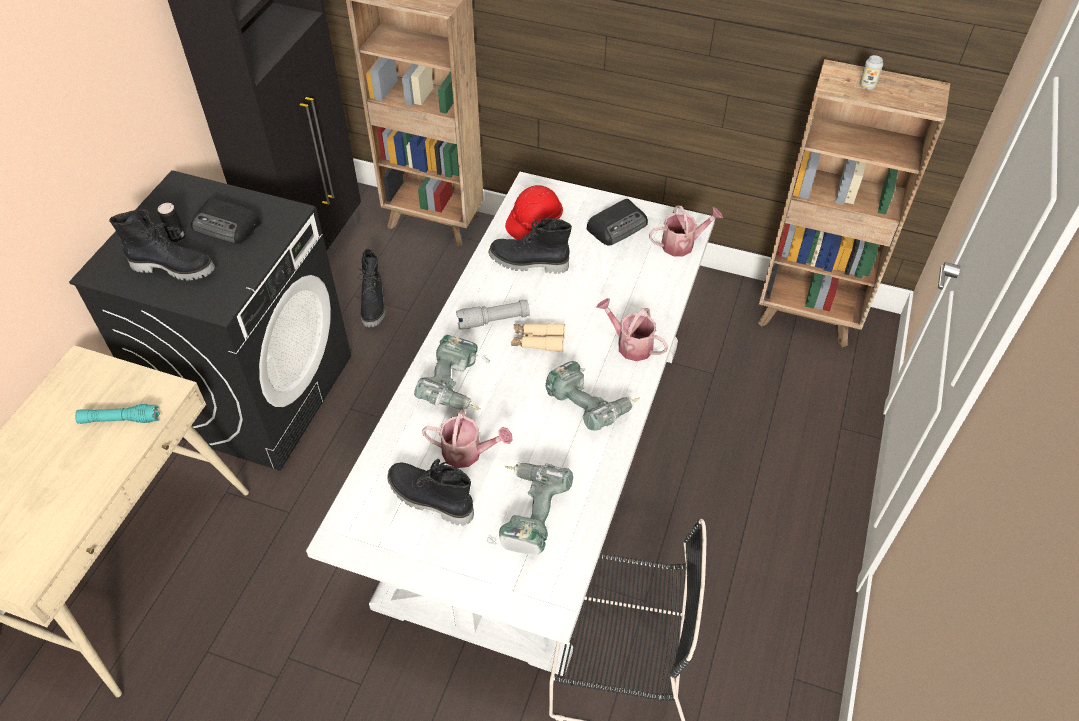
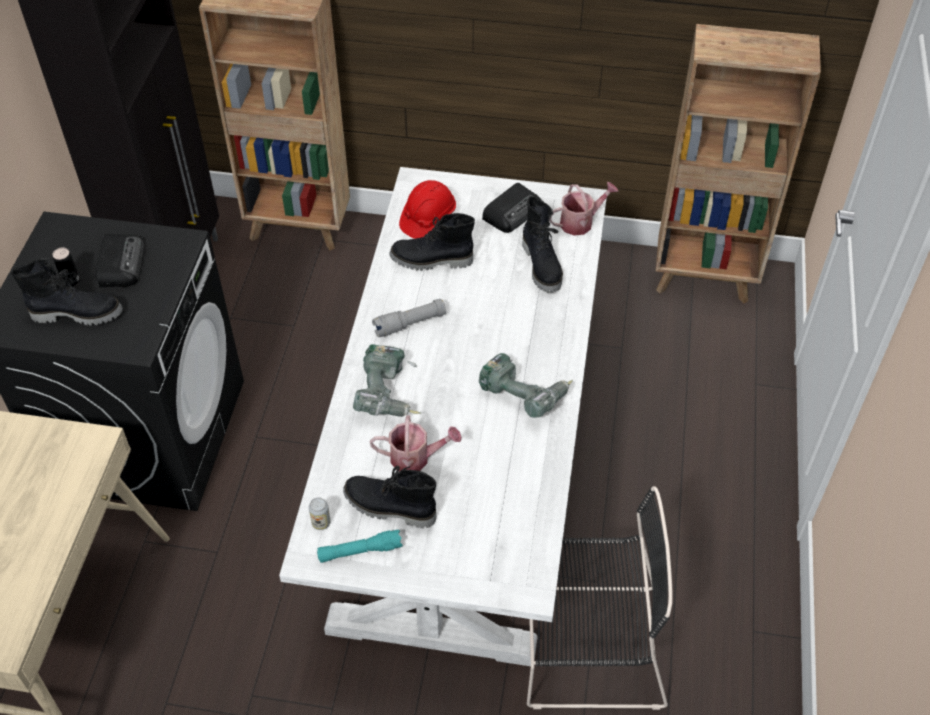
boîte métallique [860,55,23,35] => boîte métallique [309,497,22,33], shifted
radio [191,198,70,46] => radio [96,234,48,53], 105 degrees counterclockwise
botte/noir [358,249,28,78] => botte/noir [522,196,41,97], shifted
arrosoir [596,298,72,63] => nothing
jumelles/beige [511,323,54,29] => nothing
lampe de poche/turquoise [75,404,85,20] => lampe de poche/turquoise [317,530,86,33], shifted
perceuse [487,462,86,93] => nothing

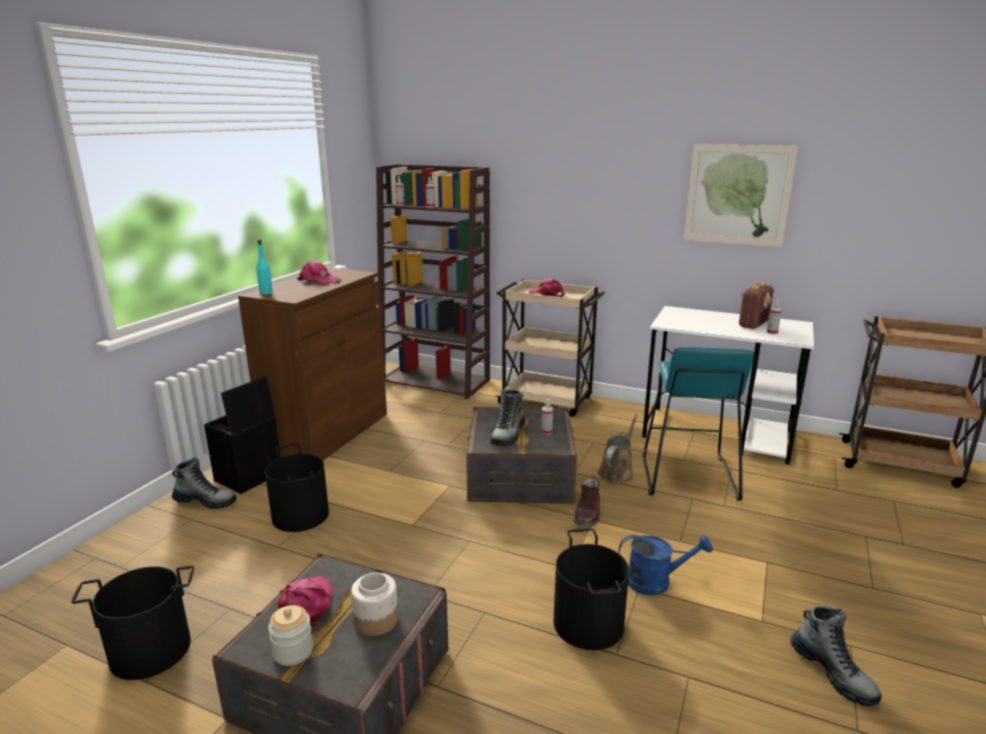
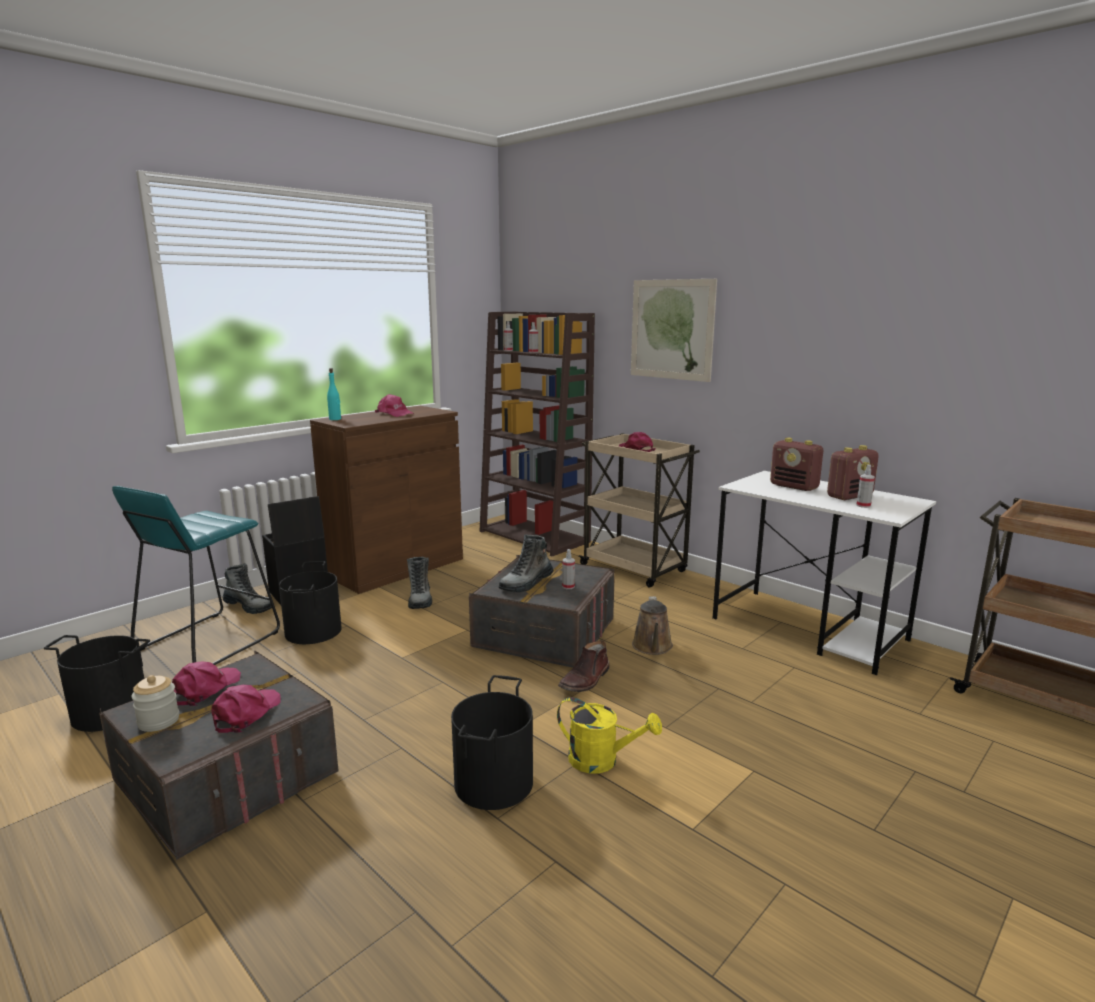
tableau [684,144,114,103] => tableau [631,279,86,103], shifted
tabouret/turquoise [643,347,111,154] => tabouret/turquoise [112,486,168,179], shifted
arrosoir/marron [598,414,40,69] => arrosoir/marron [632,596,41,59], 135 degrees clockwise
arrosoir/bleu [619,535,94,60] => arrosoir/jaune [557,697,105,76]
bocal [351,572,47,64] => casquette/rose [212,685,69,48]
botte [791,605,91,101] => botte [407,557,25,52], shifted
nothing => radio [770,438,53,53]

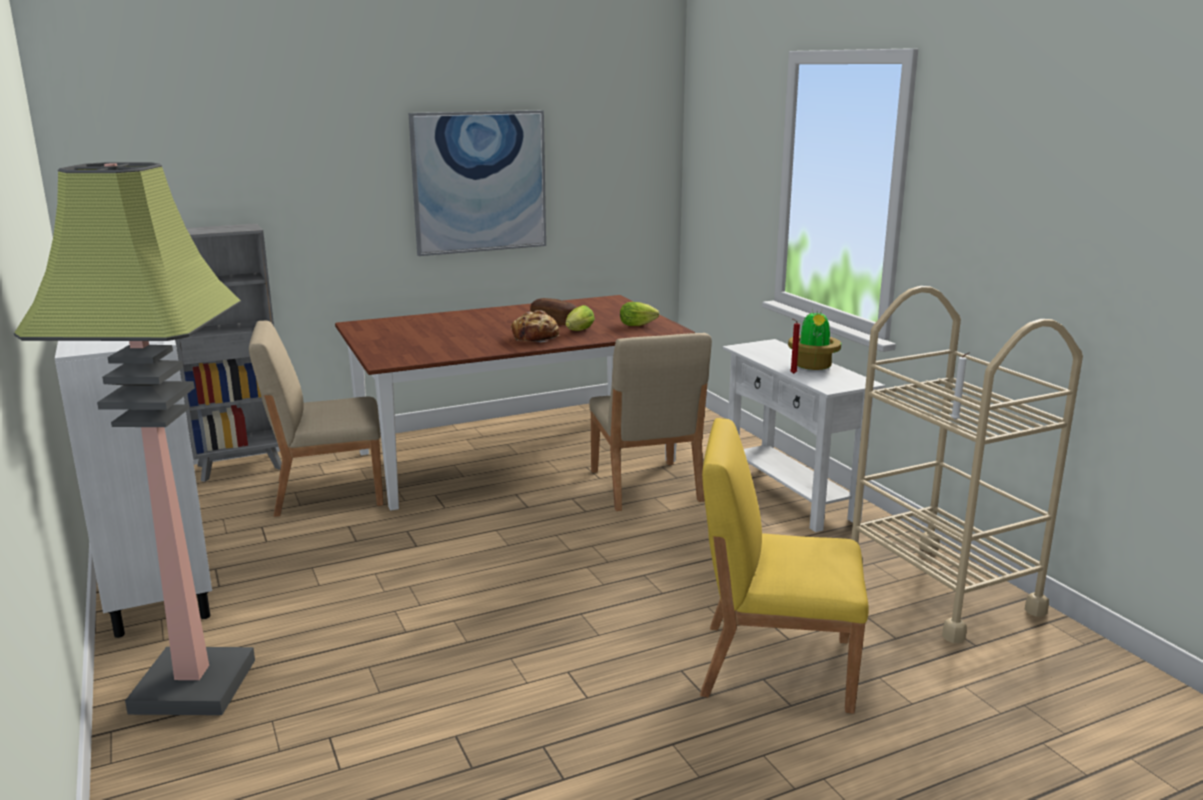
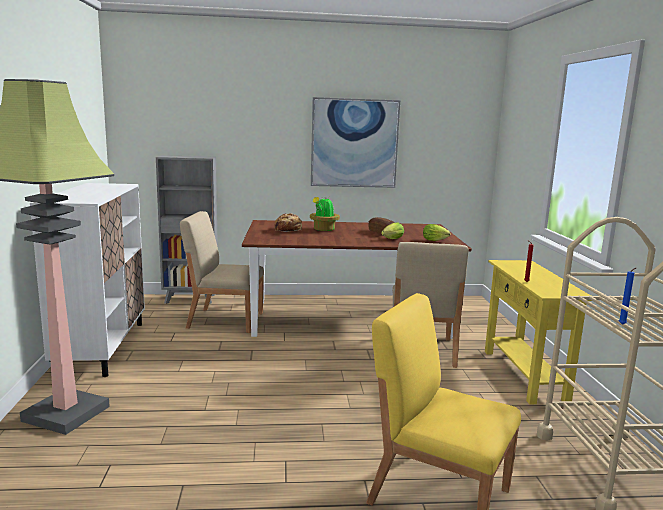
plante en pot [788,309,53,61] => plante en pot [310,196,30,35], shifted
pain [511,310,49,33] => pain [275,213,27,19], shifted
table console/blanc [722,339,163,193] => table console/jaune [485,260,107,144]
bougie/blanc [951,353,18,67] => bougie/bleu [619,268,17,57]

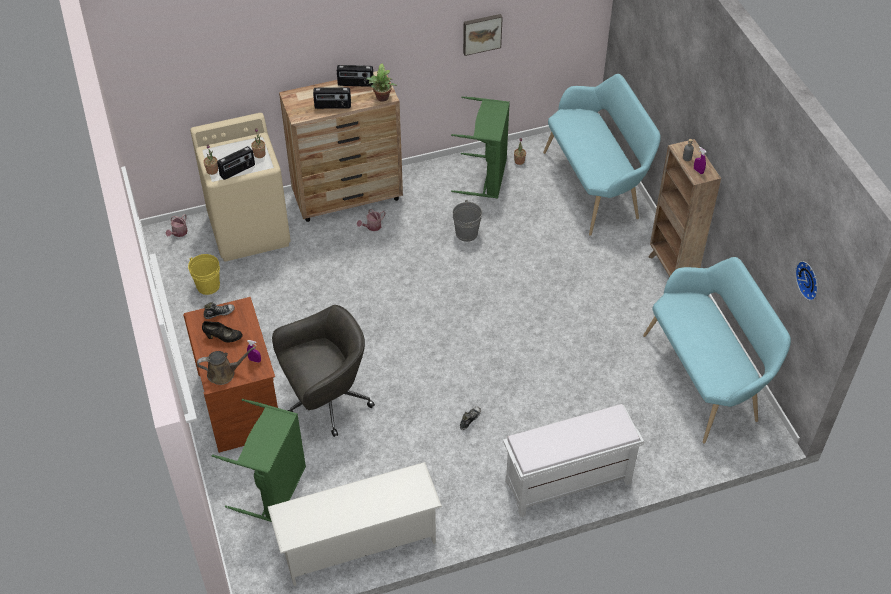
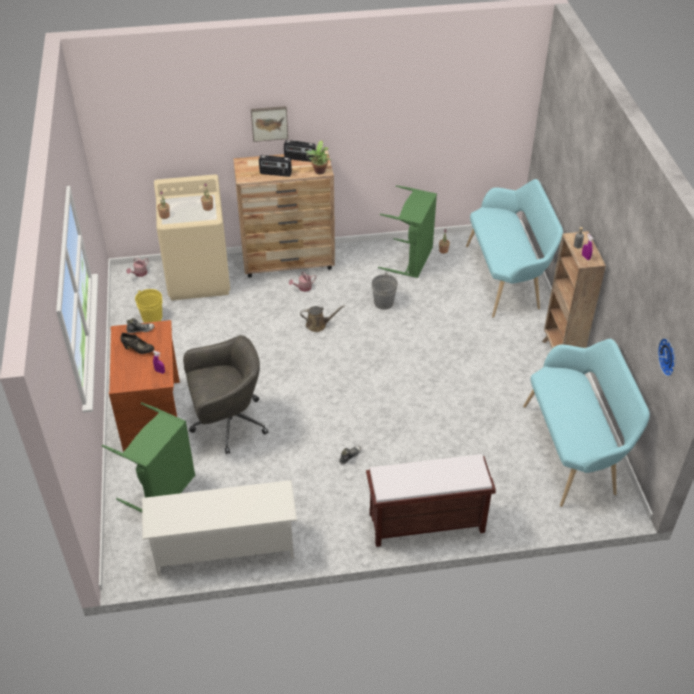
tableau [463,14,40,42] => tableau [251,106,37,36], shifted
radio [217,146,38,34] => nothing
arrosoir/marron [197,347,59,38] => arrosoir/marron [300,306,45,26], shifted
banc/blanc [503,404,141,113] => banc/marron [366,454,130,93]

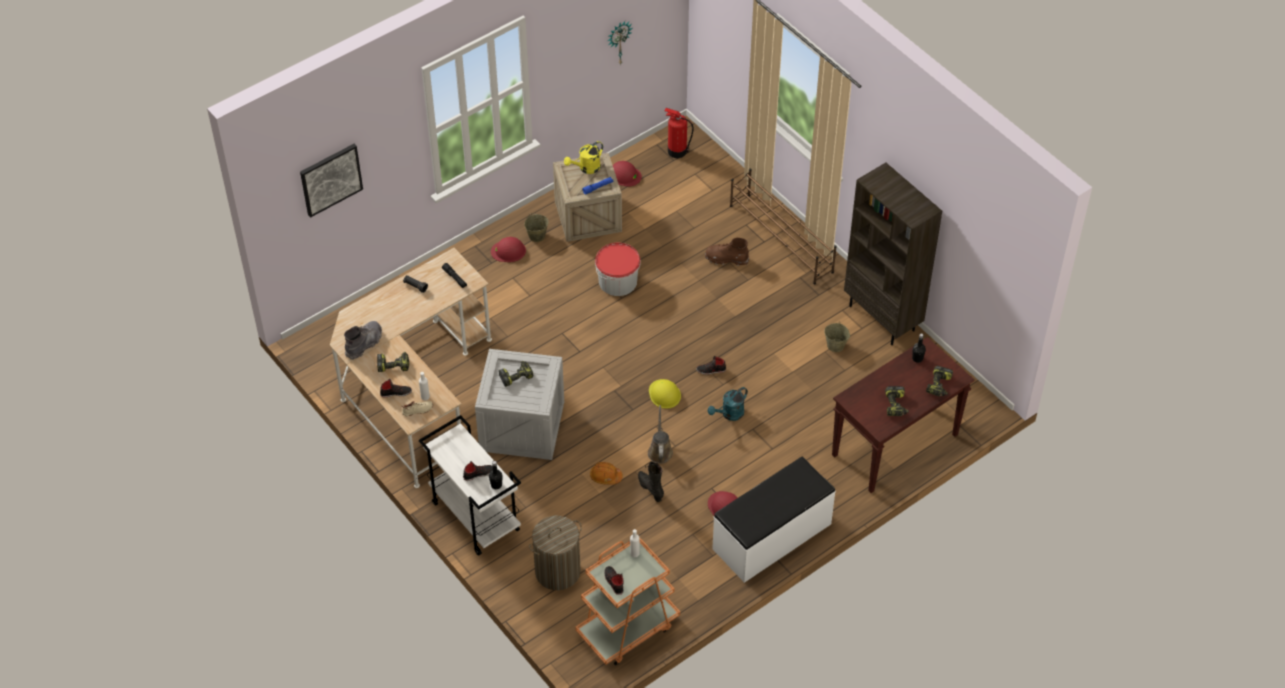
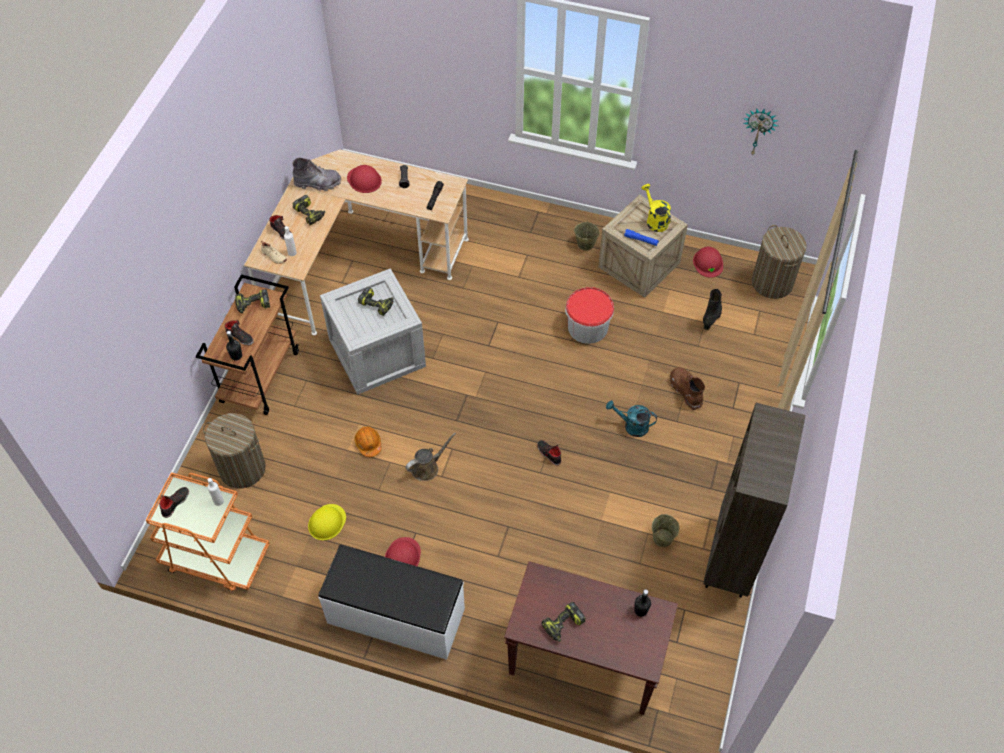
extincteur [664,108,30,50] => panier à linge [752,225,55,74]
arrosoir/jaune [564,141,39,33] => arrosoir/jaune [642,184,29,48], 45 degrees clockwise
tableau [300,144,63,74] => nothing
étagère à chaussures/marron [730,168,107,117] => nothing
casque de chantier/rouge [491,237,35,25] => casque de chantier/rouge [347,165,35,28], shifted
perceuse [926,366,27,31] => perceuse [235,289,35,24], shifted
casque de chantier/jaune [649,379,32,30] => casque de chantier/jaune [308,504,38,36], shifted
arrosoir/turquoise [708,387,40,34] => arrosoir/turquoise [606,400,51,37], shifted
chariot/blanc [419,415,102,141] => chariot/marron [196,274,103,141]
botte/noir [638,462,26,40] => botte/noir [703,289,19,41], shifted

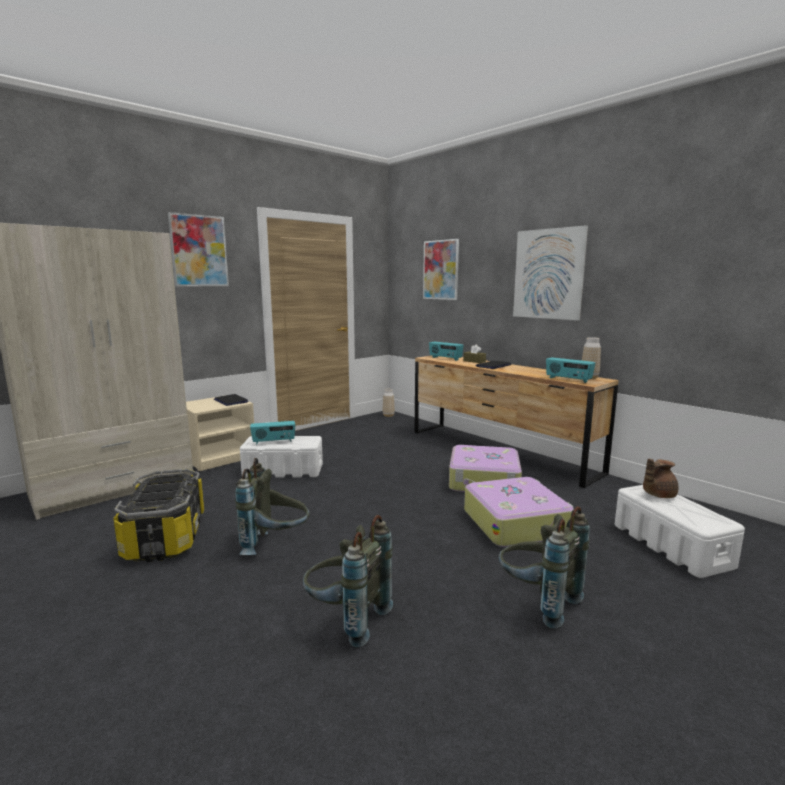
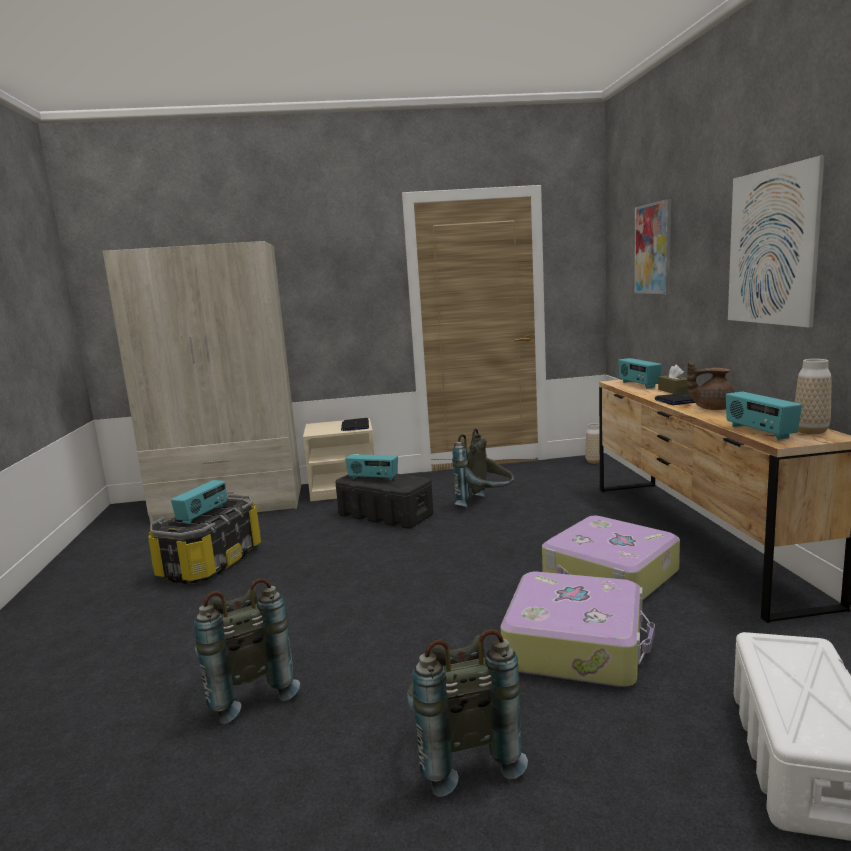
tableau [168,212,61,75] => nothing
boîte de rangement/blanc [240,436,83,42] => boîte de rangement/noir [335,474,99,55]
sac à dos/gris [235,458,75,97] => sac à dos/gris [452,428,62,79], shifted
théière/marron [643,459,35,39] => théière/marron [687,362,48,48], shifted
nothing => radio [171,480,56,44]

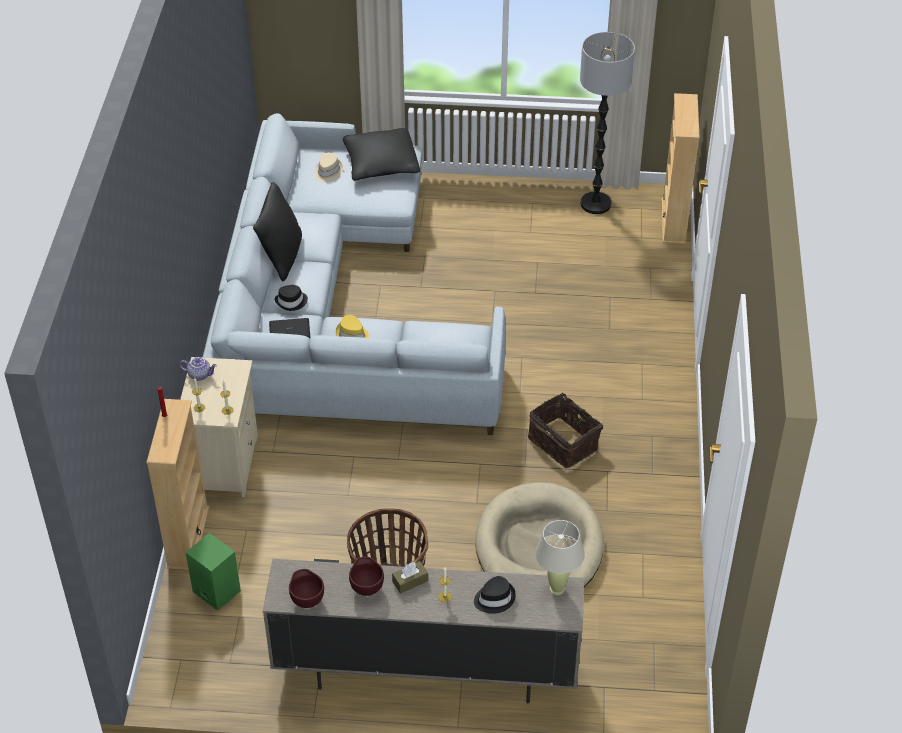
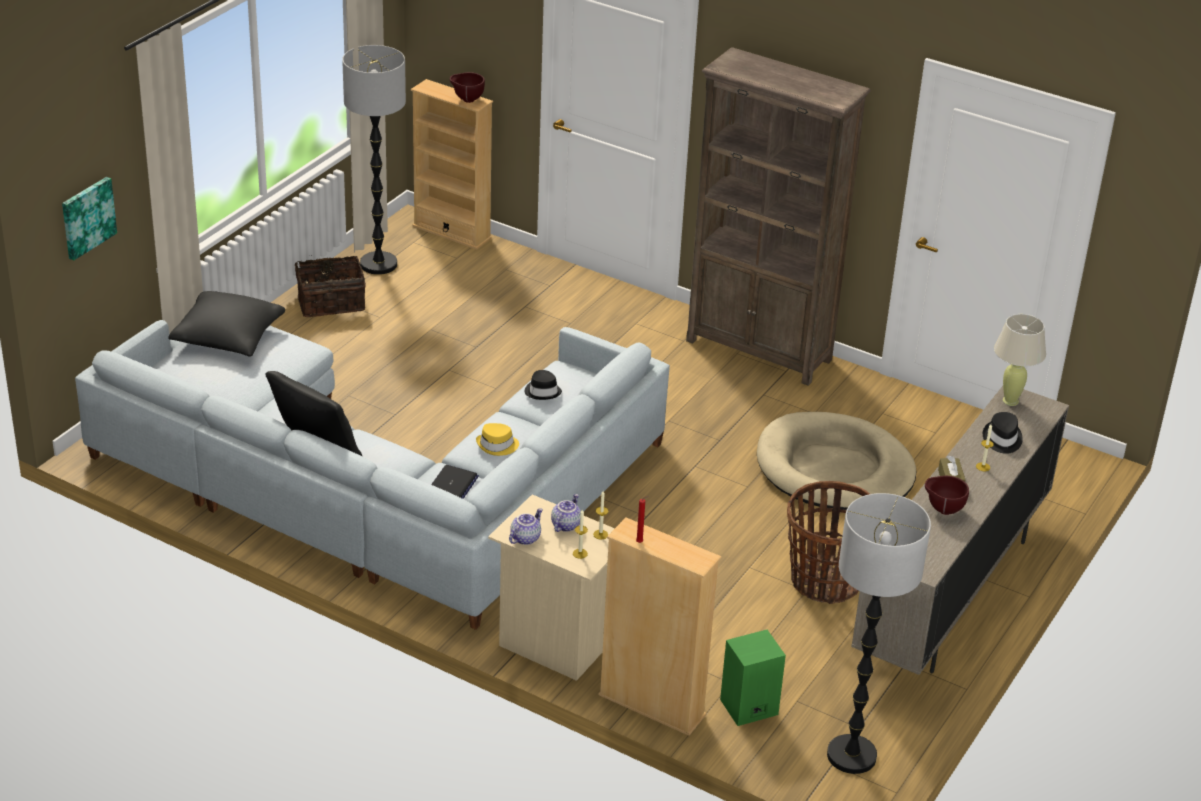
chapeau/beige [315,153,28,29] => nothing
chapeau/noir [274,285,34,26] => chapeau/noir [525,370,37,30], shifted
panier [528,393,75,75] => panier [295,256,71,61], shifted
bol/marron [289,569,35,39] => bol/marron [450,72,35,31], shifted
nothing => bibliothèque/marron [686,47,185,339]
nothing => tableau [62,177,55,83]
nothing => lampadaire [827,493,104,281]
nothing => théière [551,494,30,38]

